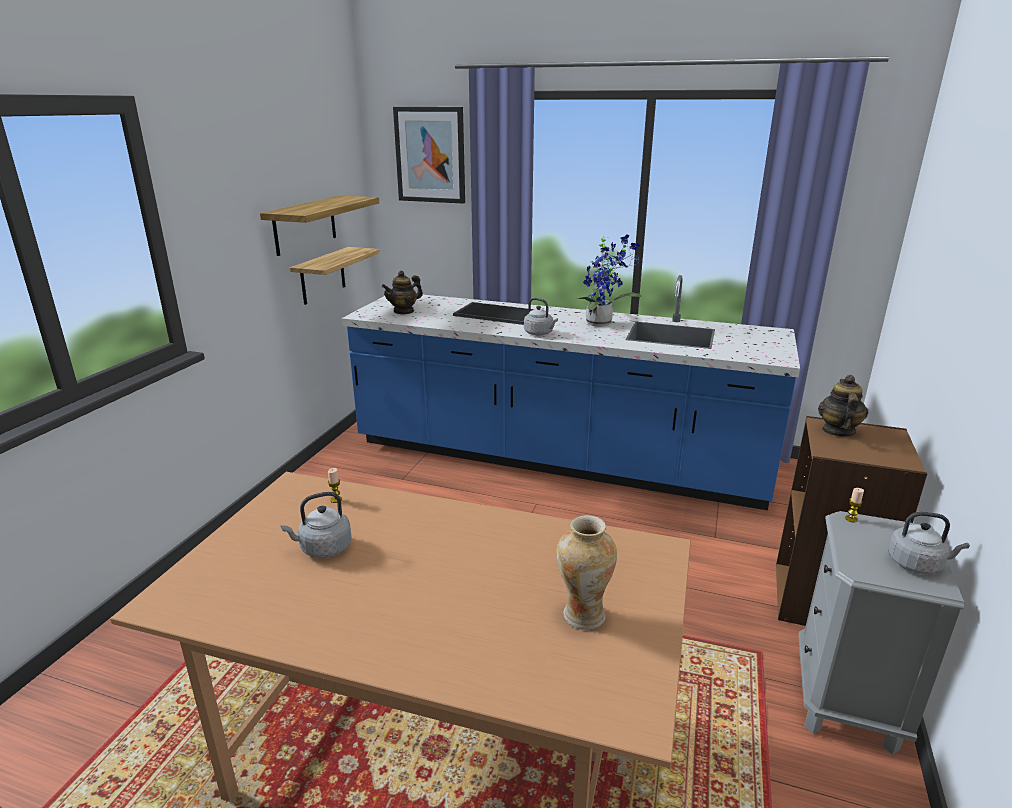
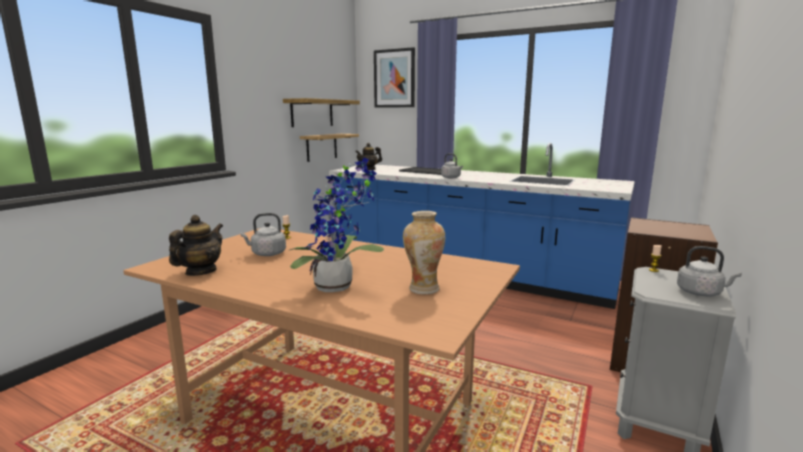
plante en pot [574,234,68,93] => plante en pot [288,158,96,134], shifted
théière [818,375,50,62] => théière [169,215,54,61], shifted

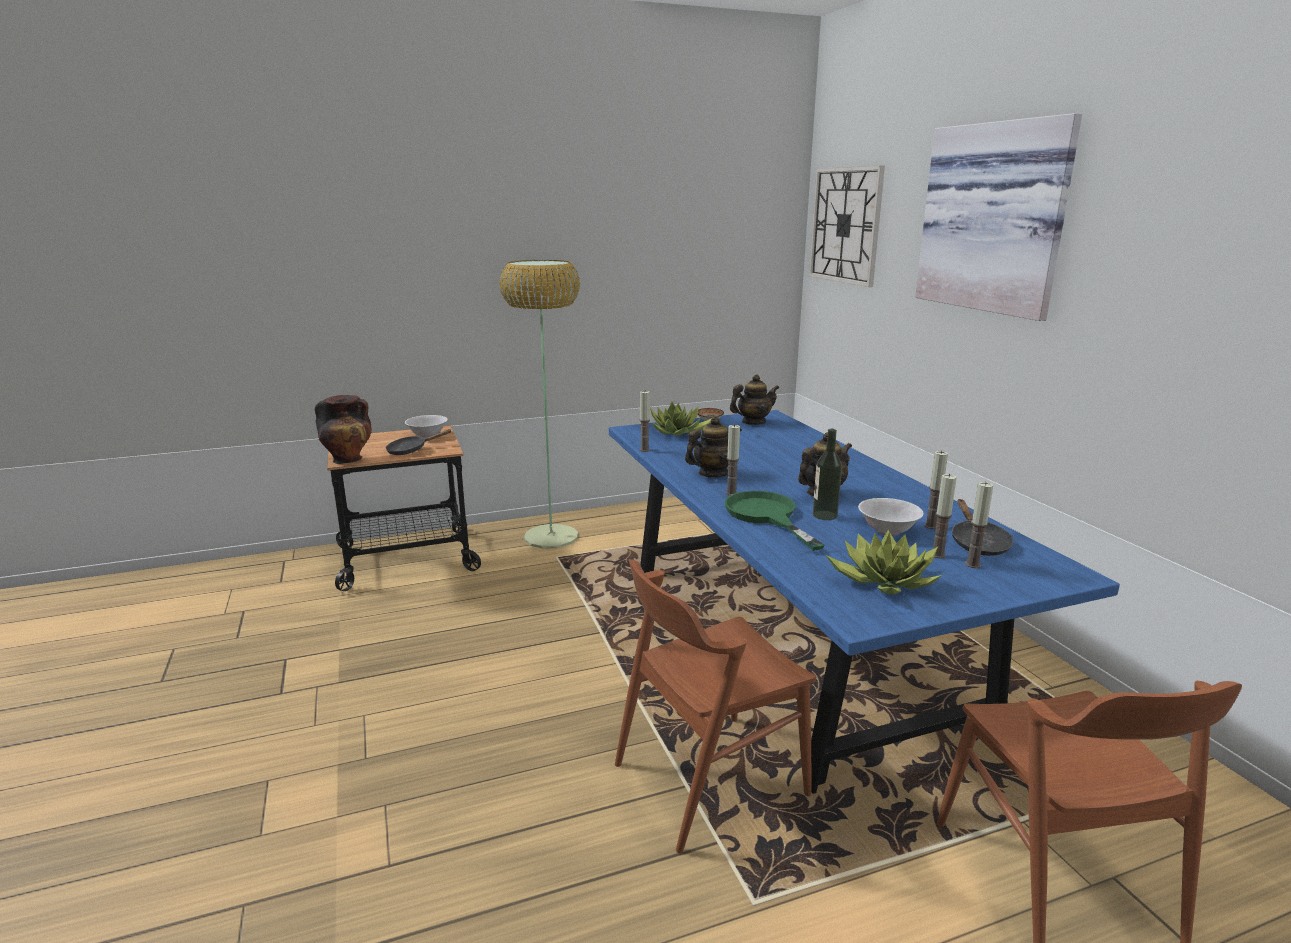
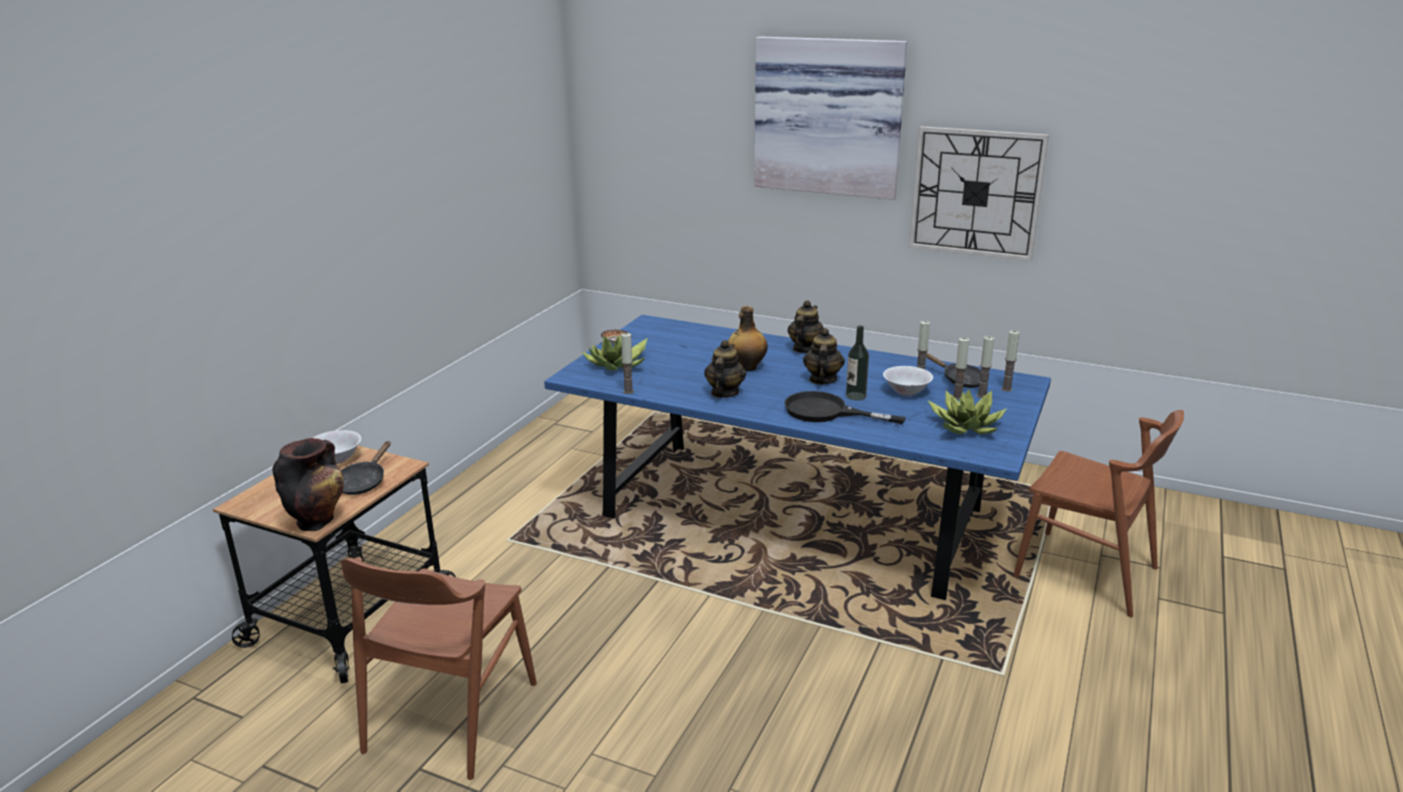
horloge murale [809,166,76,121] => horloge murale [909,126,140,135], shifted
lampadaire [499,260,81,289] => nothing
théière [730,374,49,51] => théière [788,300,36,53], shifted
bougie [726,424,14,71] => bougie [1001,330,19,62], shifted
poêle/vert [725,491,100,60] => poêle/noir [784,391,122,34]
chaise/marron [615,559,201,294] => chaise/marron [341,557,196,223], shifted
nothing => bouteille [728,306,40,65]

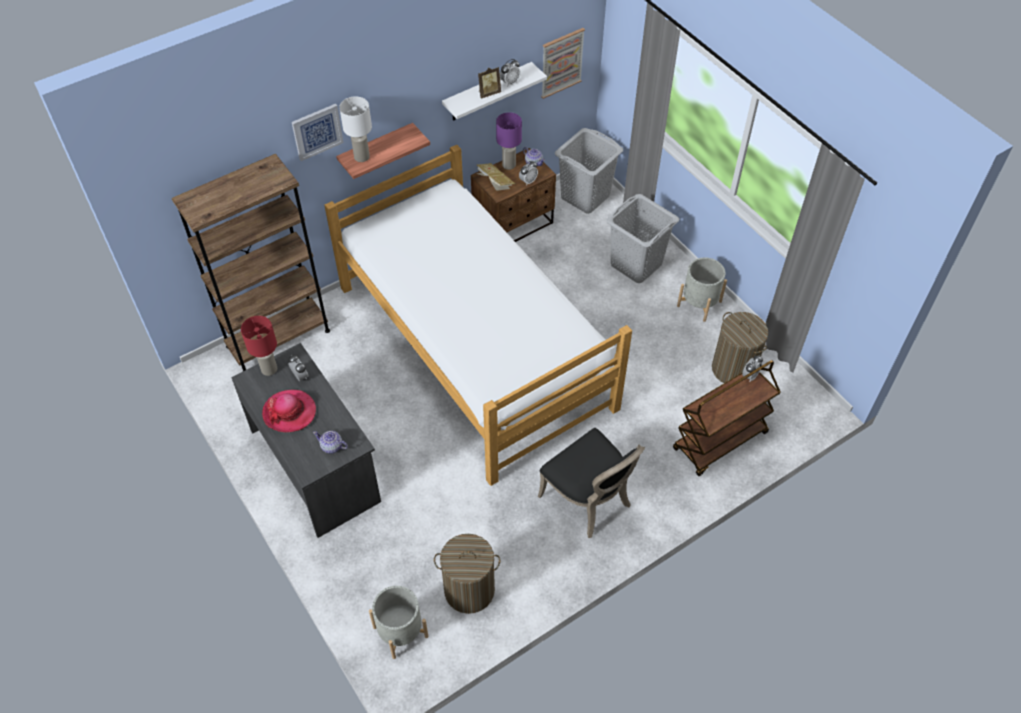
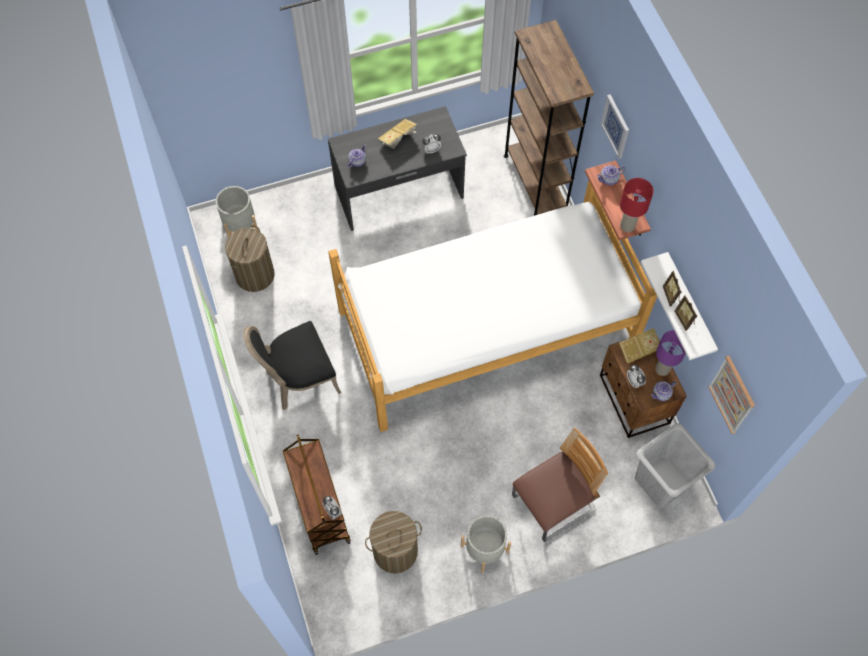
réveil [500,59,21,28] => cadre photo [675,295,23,36]
lampe de table/blanc [339,96,33,66] => théière [597,165,28,20]
panier à linge/gris [606,194,73,89] => chaise [512,428,96,114]
lampe de table/rouge [241,316,36,60] => lampe de table/rouge [620,178,34,54], shifted
chapeau [262,390,54,42] => livre [378,119,39,30]

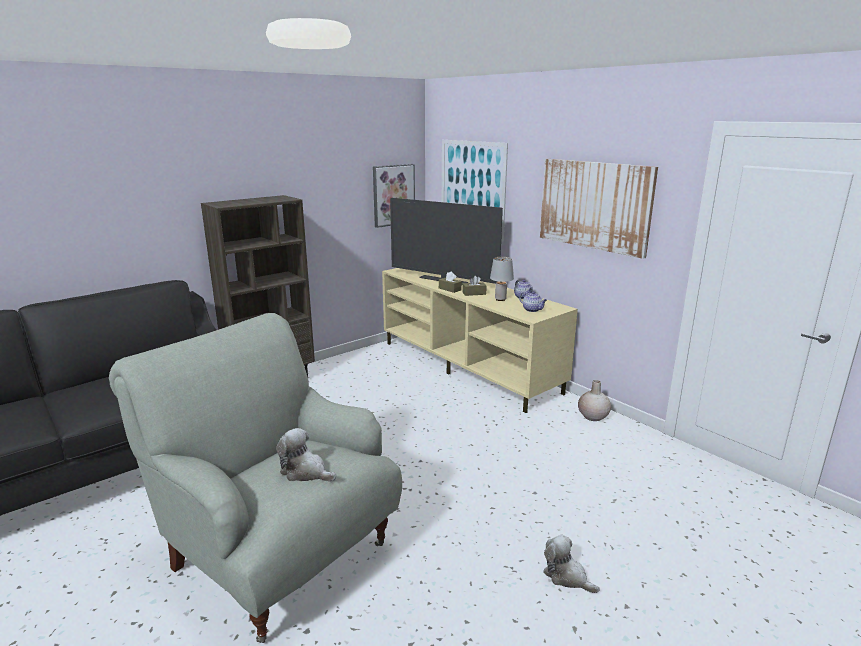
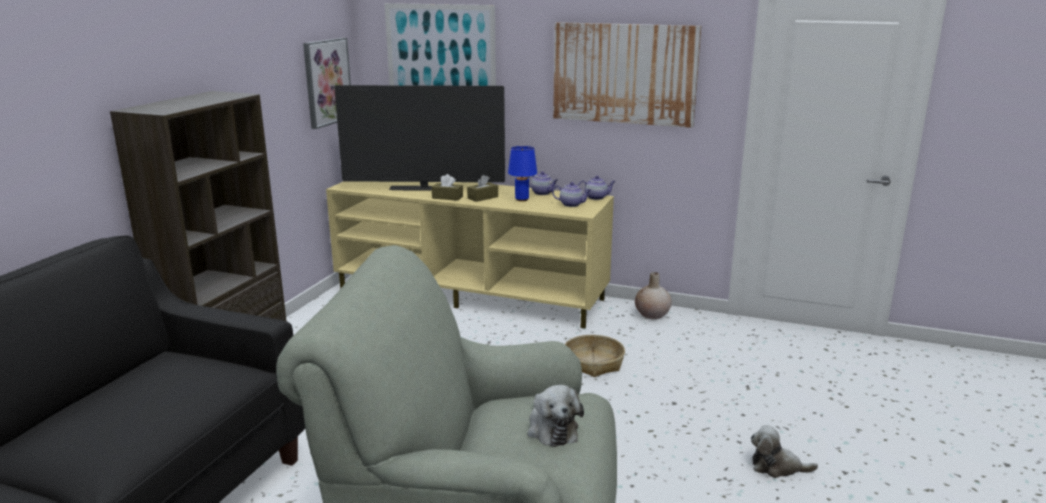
lampe de table/gris [490,257,24,44] => lampe de table/bleu [508,146,29,55]
peluche [276,428,60,53] => peluche [527,385,57,62], 105 degrees counterclockwise
nothing => théière [578,176,38,24]
nothing => panier [565,335,60,42]

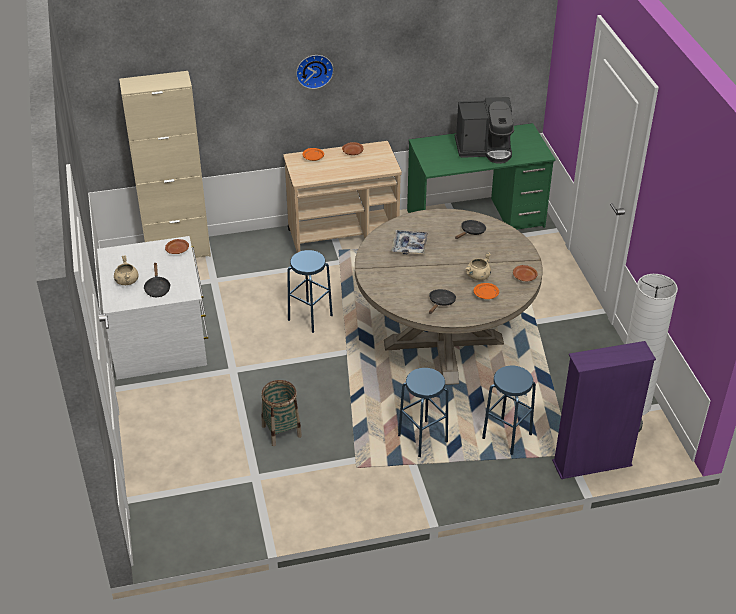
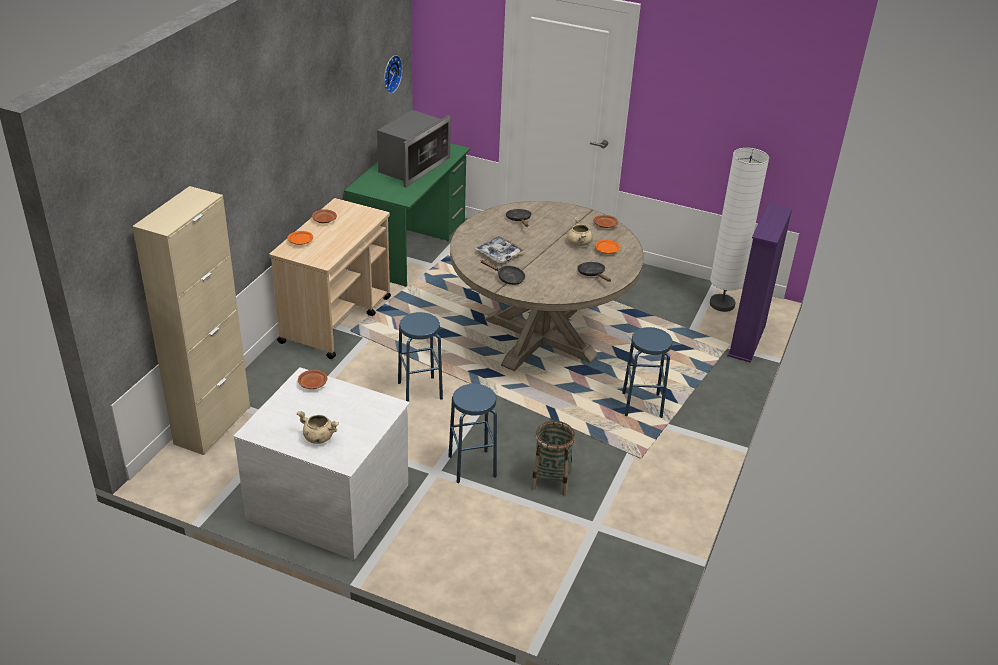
horloge murale [296,55,38,34] => horloge murale [384,55,19,39], shifted
machine à café [455,97,59,67] => micro-ondes [377,110,74,77]
poêle/noir [144,262,27,35] => poêle/noir [480,260,45,25], shifted
tabouret/bleu [482,366,54,89] => tabouret/bleu [448,384,49,100], shifted

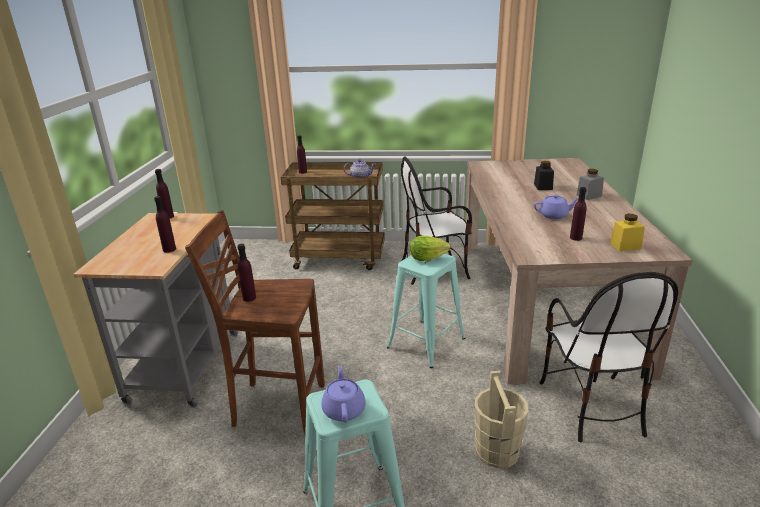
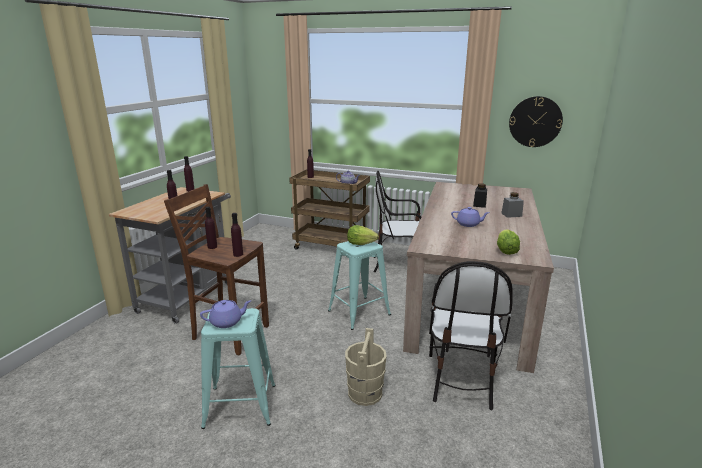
bouteille/violet [570,187,17,54] => bouteille/violet [231,213,12,44], shifted
bocal/jaune [610,214,35,37] => laitue [497,229,23,26]
théière/violet [321,365,45,57] => théière/violet [200,300,51,28], 60 degrees clockwise
nothing => horloge murale [509,96,54,51]

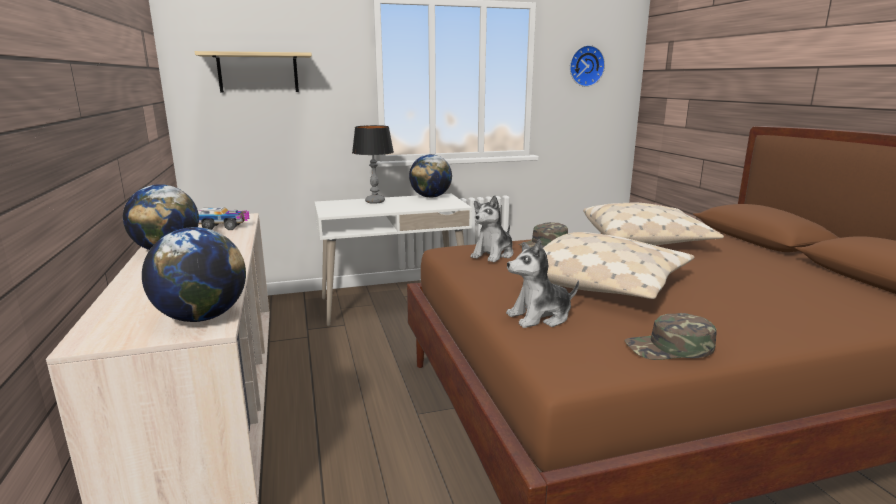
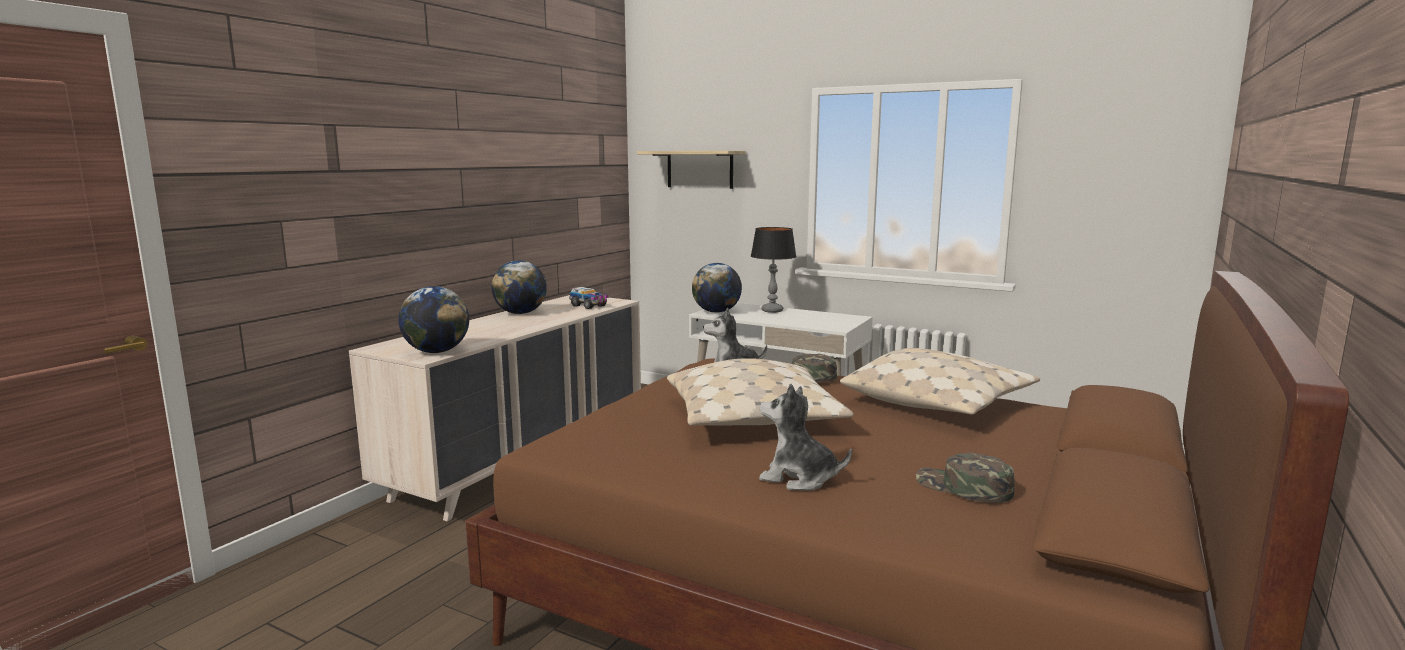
horloge murale [570,45,35,42] => nothing
globe [409,154,43,44] => globe [692,263,50,50], shifted
peluche [506,239,73,89] => peluche [759,384,93,107], shifted
casquette/vert [625,313,91,47] => casquette/vert [916,452,99,51], shifted

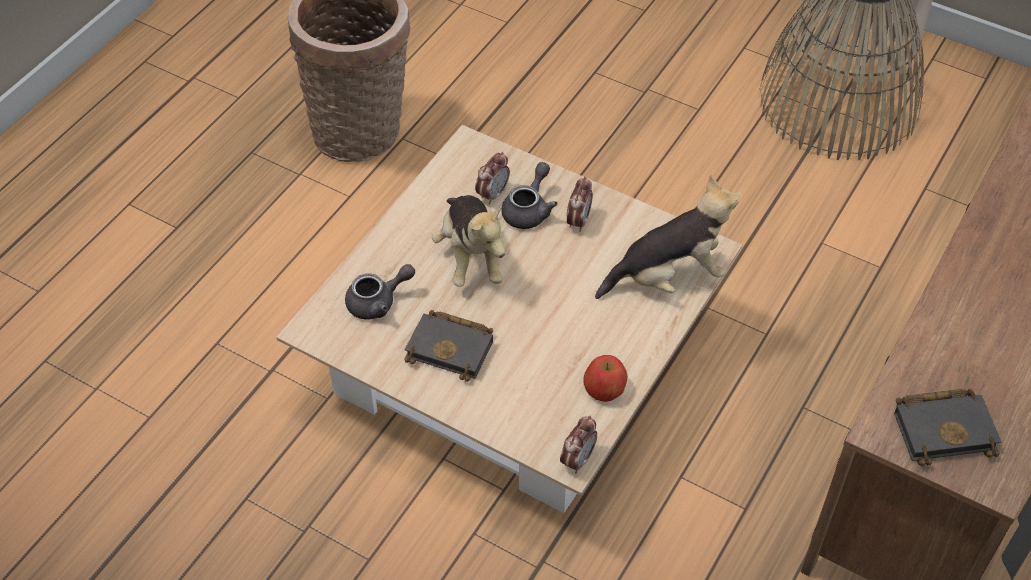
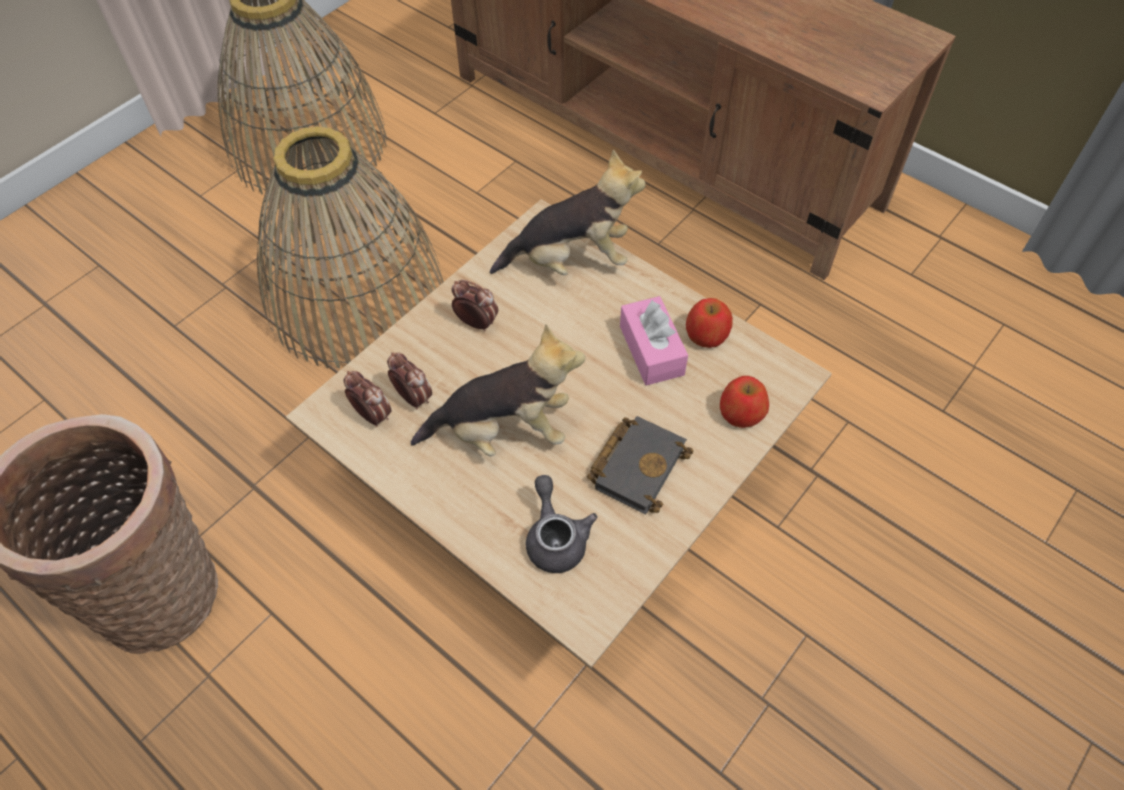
théière/gris [501,162,57,67] => nothing
peluche [595,175,146,124] => peluche [490,150,155,125], 90 degrees clockwise
livre/noir [894,389,108,77] => nothing
réveil [560,416,37,57] => réveil [344,371,47,56], shifted
nothing => panier [257,126,187,243]
nothing => boîte à mouchoirs/rose [620,296,68,90]
nothing => pomme [720,376,49,52]

